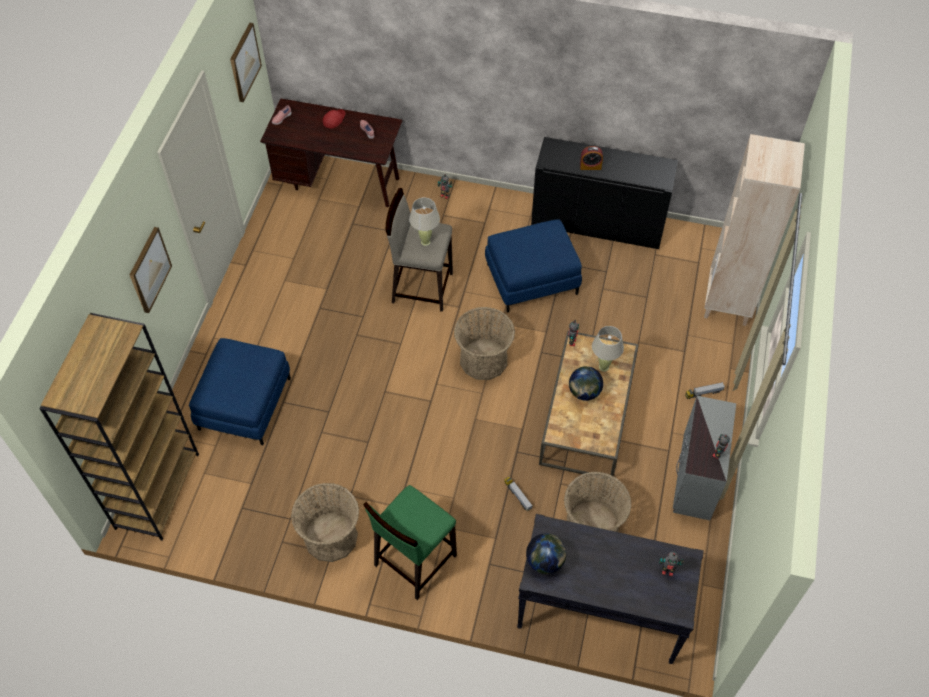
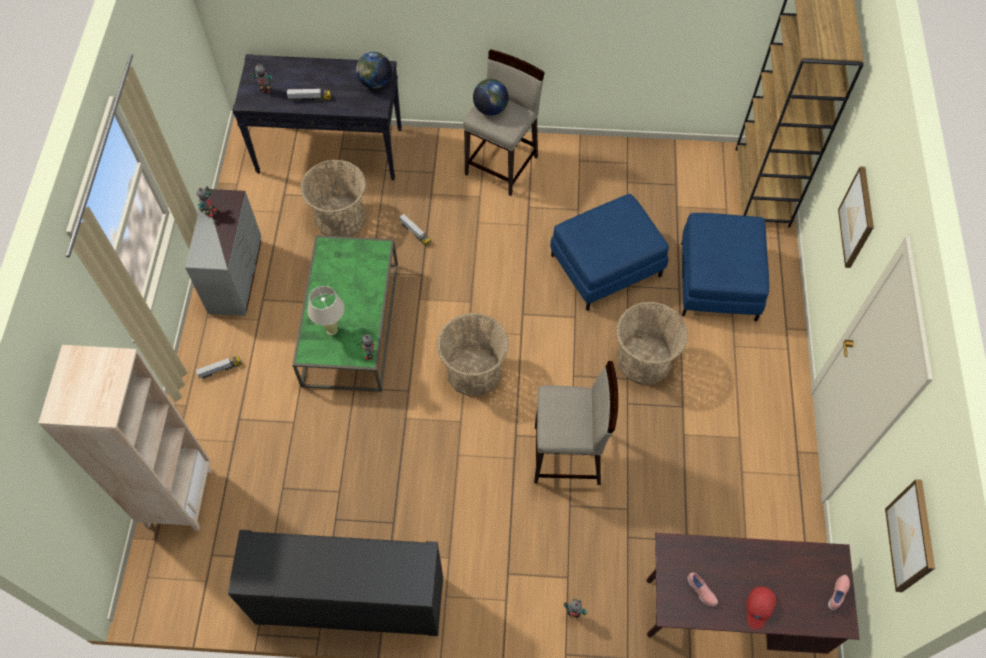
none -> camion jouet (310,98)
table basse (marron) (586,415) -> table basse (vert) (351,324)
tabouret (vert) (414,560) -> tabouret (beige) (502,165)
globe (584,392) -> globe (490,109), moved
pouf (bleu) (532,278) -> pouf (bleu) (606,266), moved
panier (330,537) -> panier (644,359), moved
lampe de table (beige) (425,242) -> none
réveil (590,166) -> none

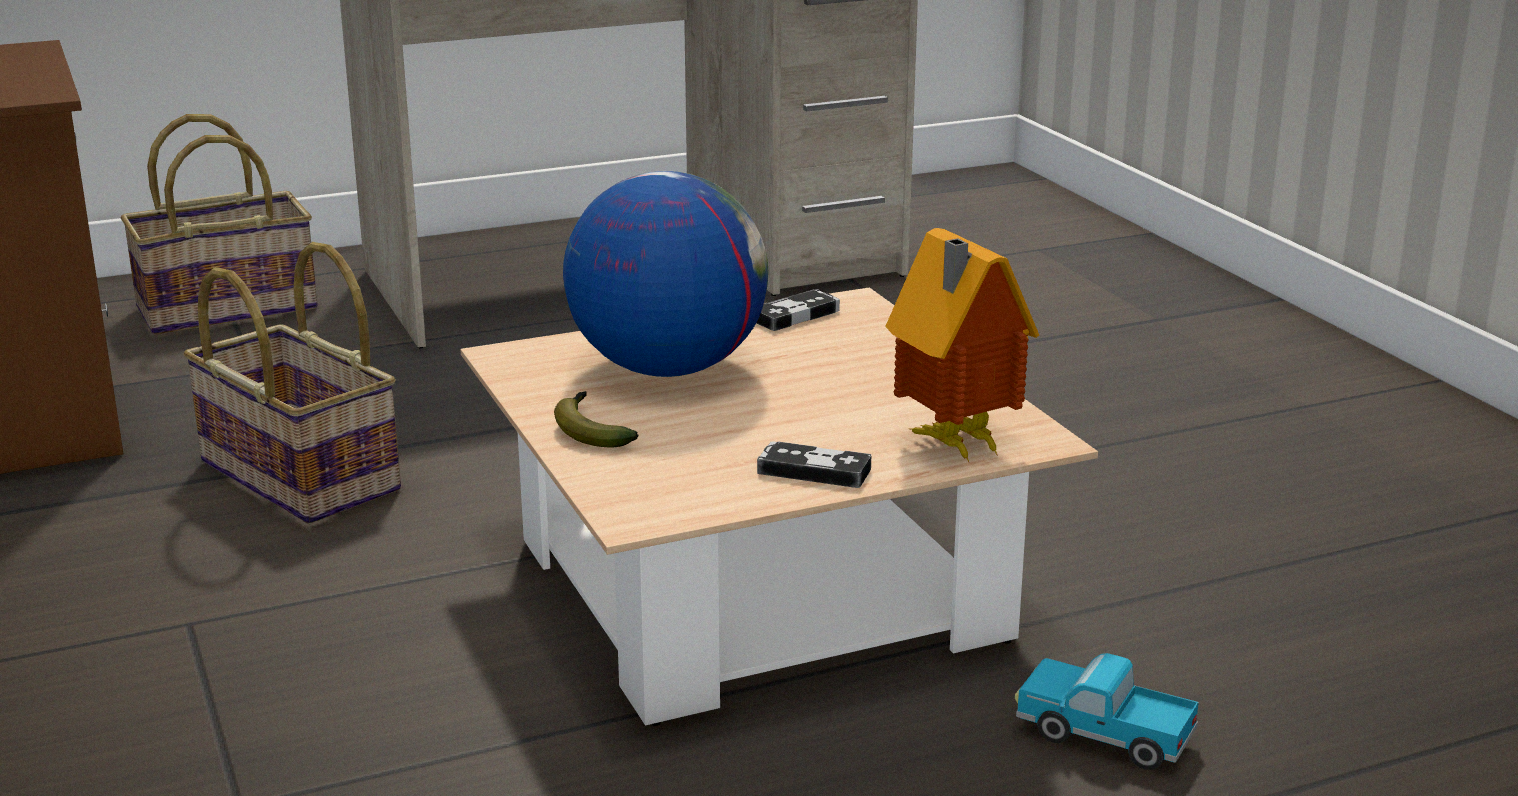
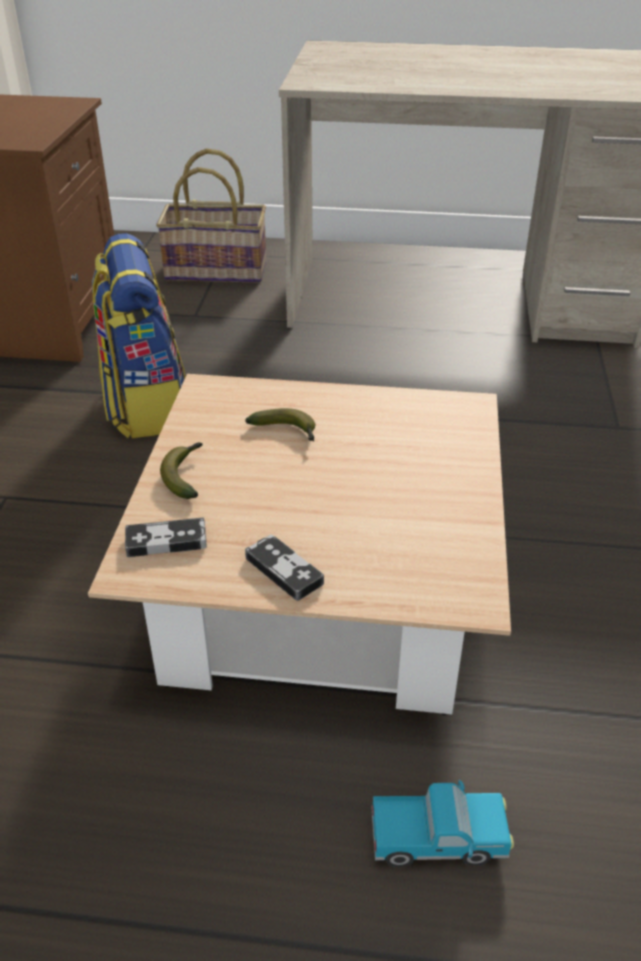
panier (296,476) -> sac à dos (146,406)
manette (795,315) -> manette (166,541), moved
globe (667,368) -> banane (287,432)
camion jouet (1102,736) -> camion jouet (438,840), 120 degrees clockwise
maison miniature (952,445) -> none

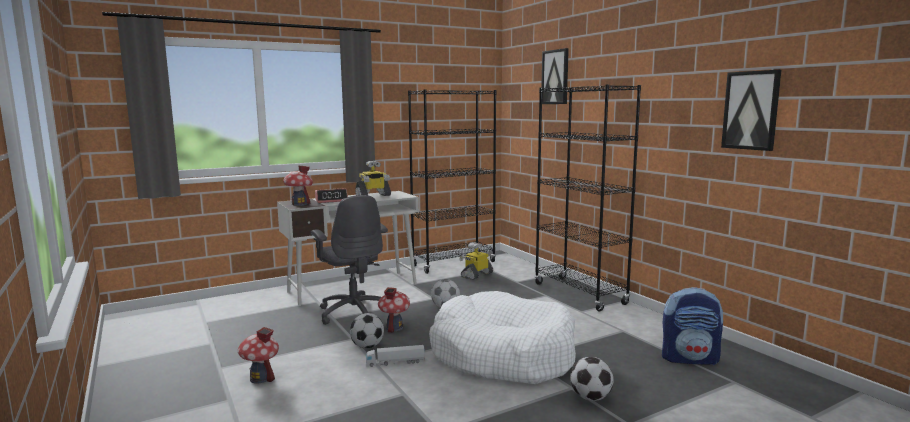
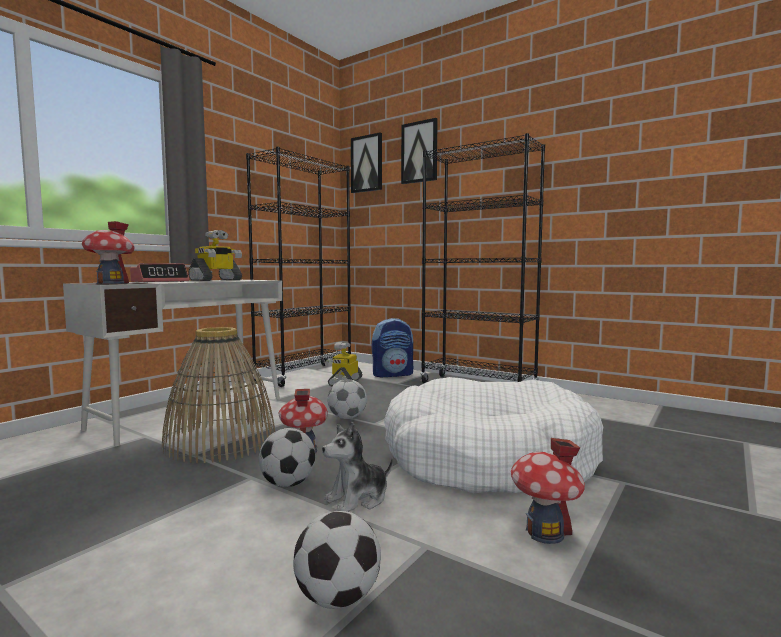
chaise de bureau (gris) (354,312) -> panier (220,441)
ballon de foot (590,397) -> ballon de foot (337,598), moved
camion jouet (395,362) -> peluche (358,499)
tableau (751,110) -> tableau (367,164), moved
sac à dos (689,358) -> sac à dos (392,374), moved
maison miniature (260,378) -> maison miniature (545,533), moved

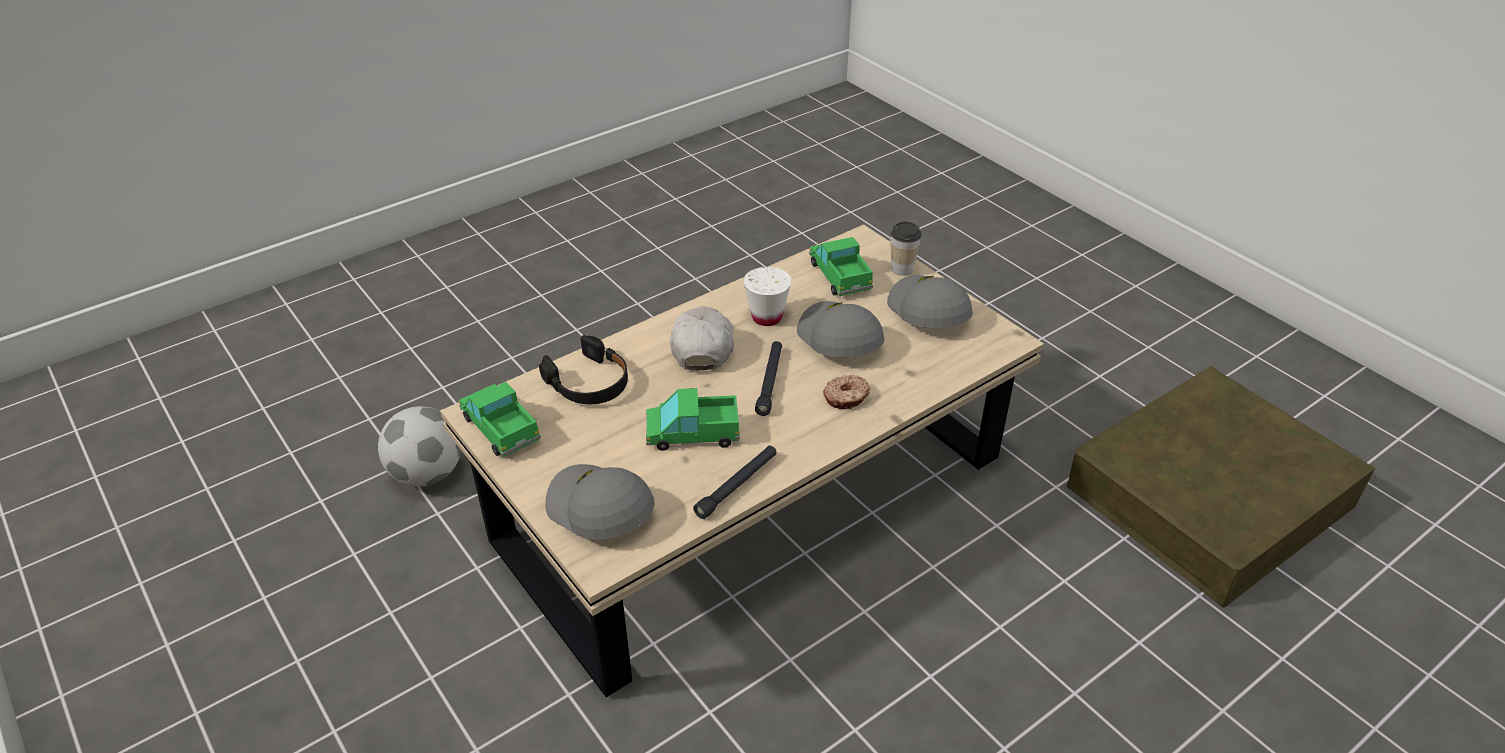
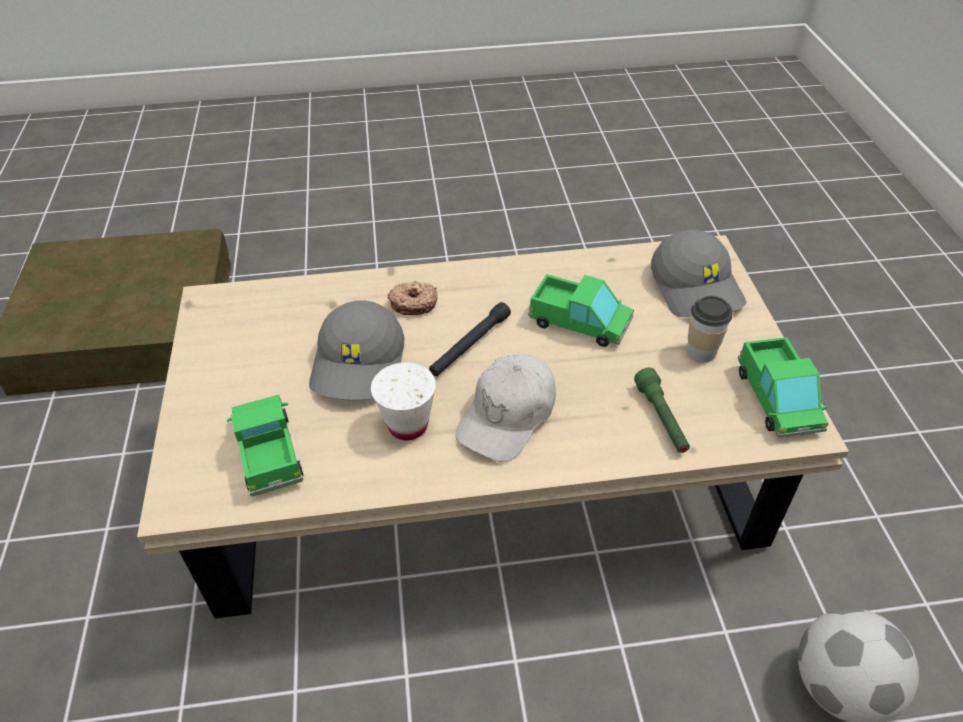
camion jouet (839,276) -> camion jouet (268,452), 150 degrees clockwise
casque audio (noir) (589,382) -> lampe de poche (vert) (661,419)
tasse (902,269) -> tasse (701,352), moved
lampe de poche (noir) (737,486) -> none
casquette (gris) (927,312) -> none

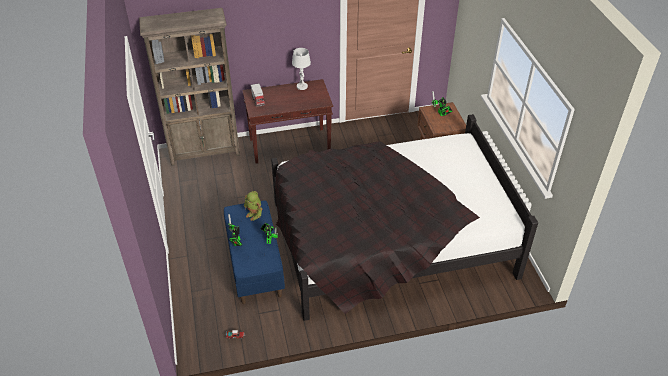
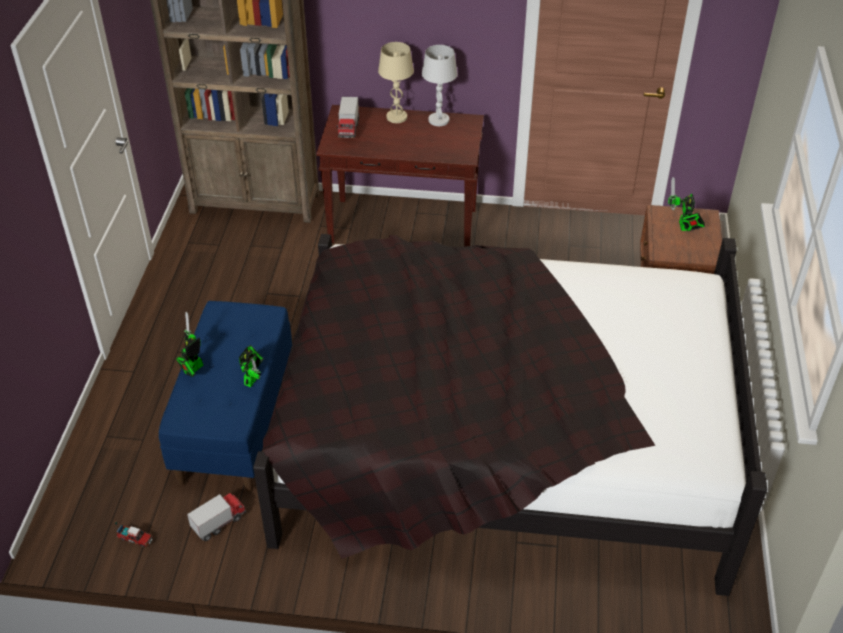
none -> camion jouet (219,523)
none -> lampe de table (beige) (396,117)
robot jouet (254,214) -> none

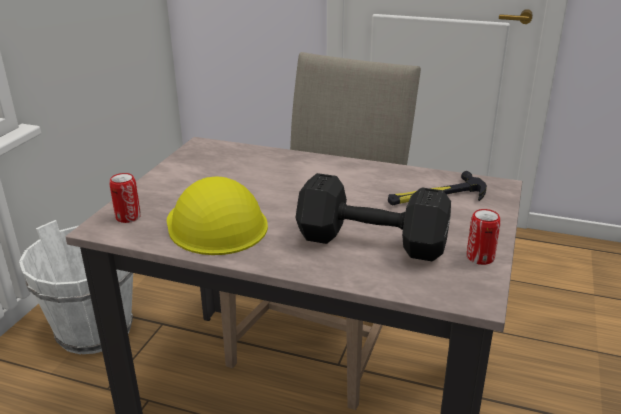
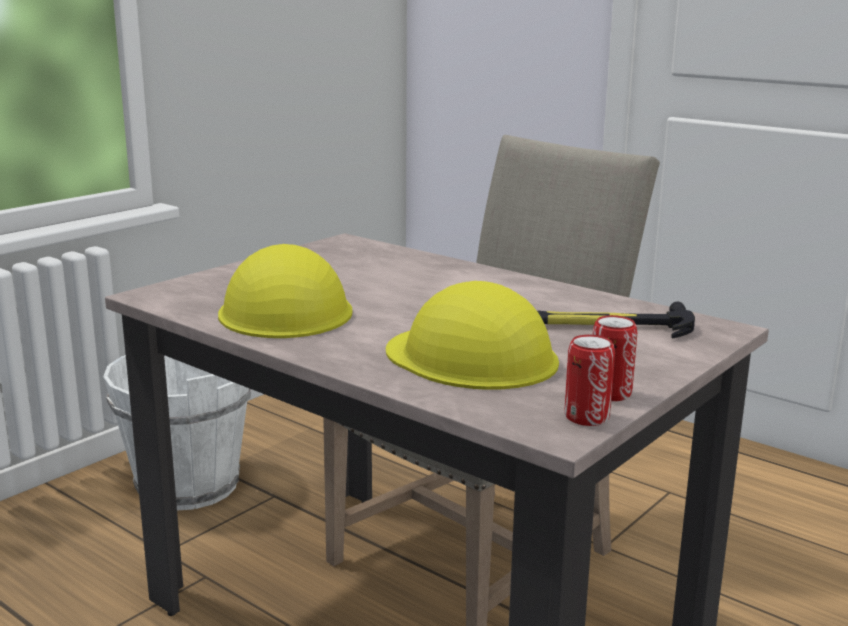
haltère (noir) (374,243) -> casque de chantier (jaune) (472,356)
boîte métallique (128,217) -> boîte métallique (586,417), moved

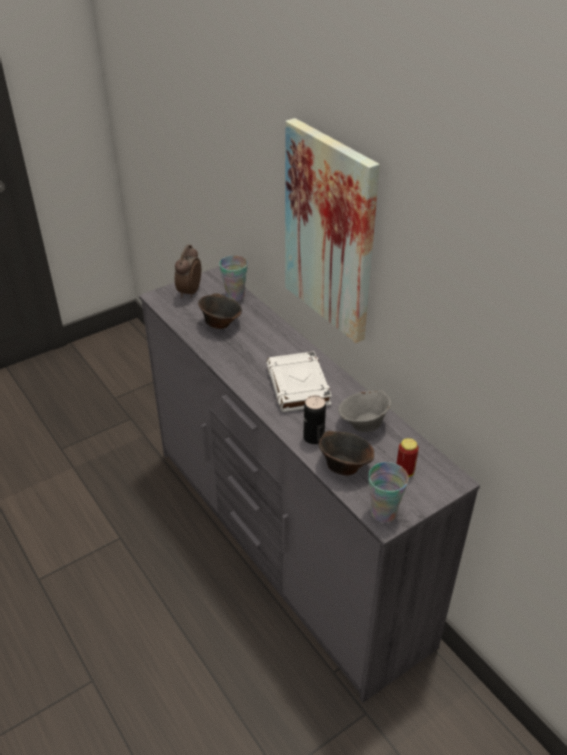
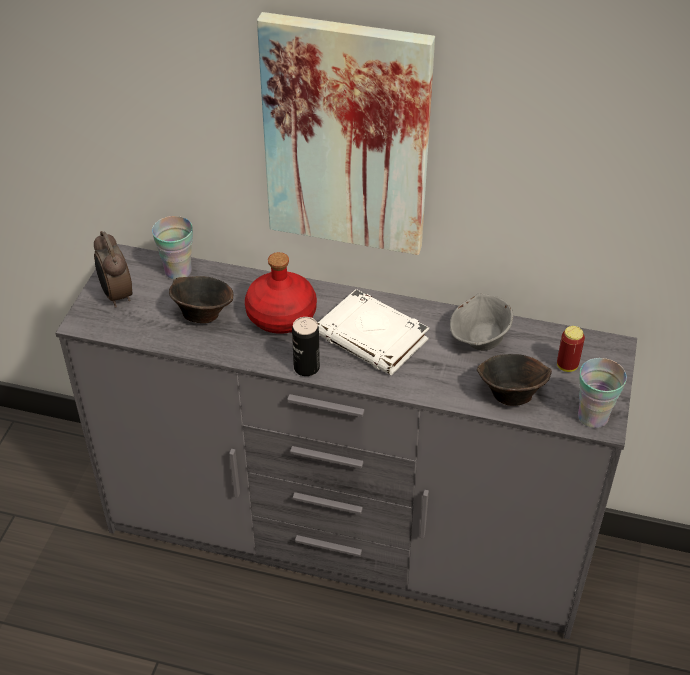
none -> bouteille (rouge) (281,315)
boîte métallique (313,437) -> boîte métallique (306,368), moved

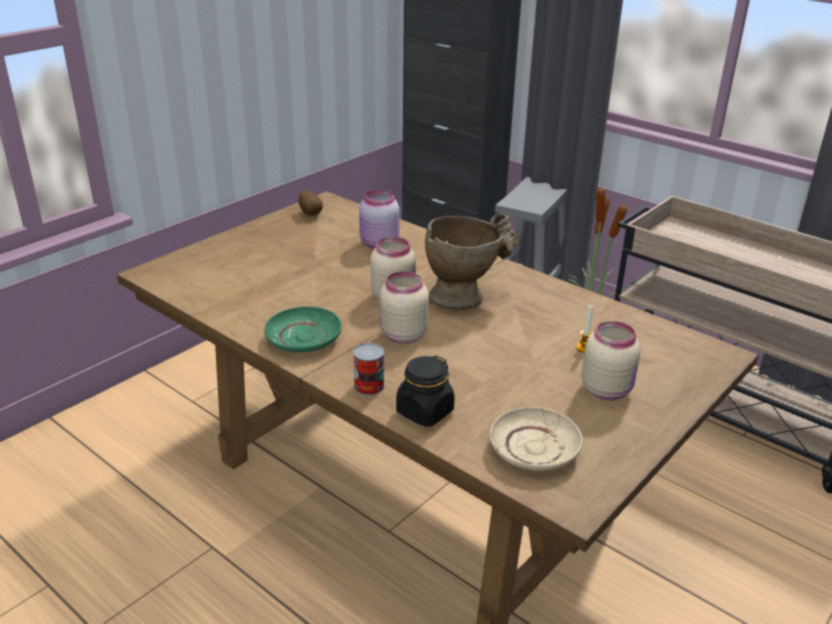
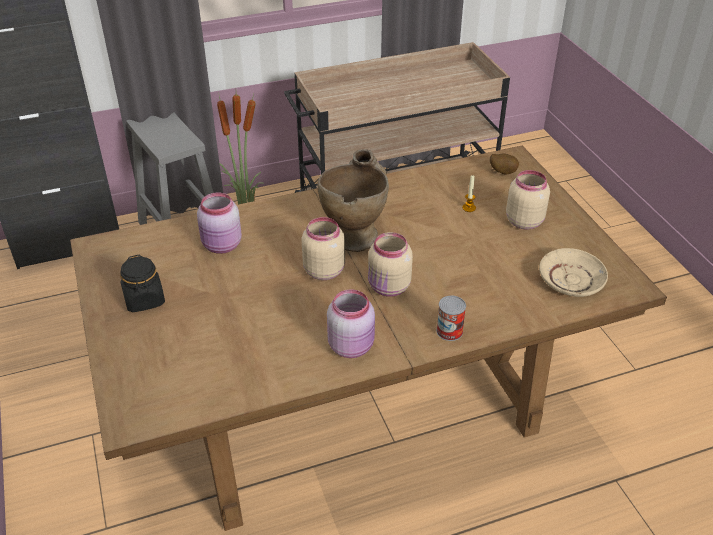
bocal (noir) (424,412) -> bocal (noir) (144,300), moved
assiette (vert) (304,339) -> bocal (rose) (352,345)
pomme de terre (311,213) -> pomme de terre (502,172), moved

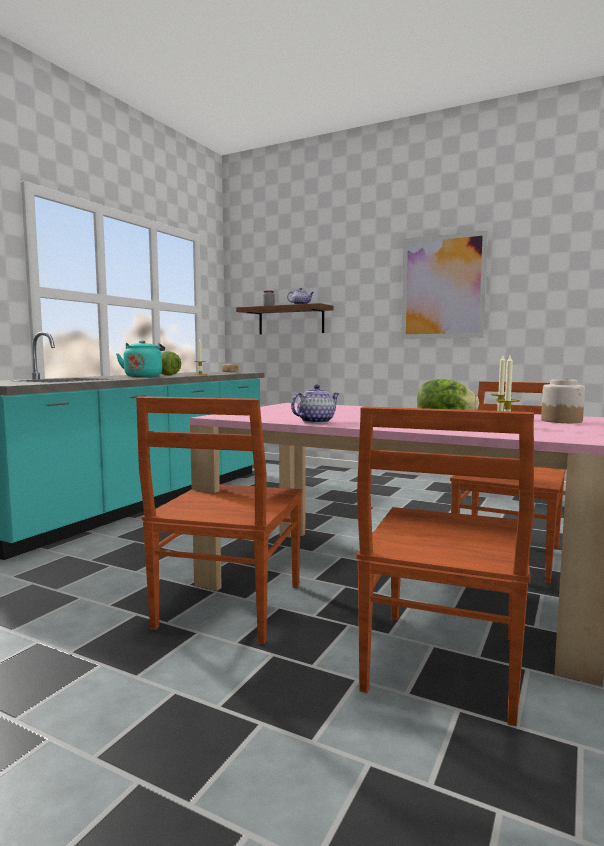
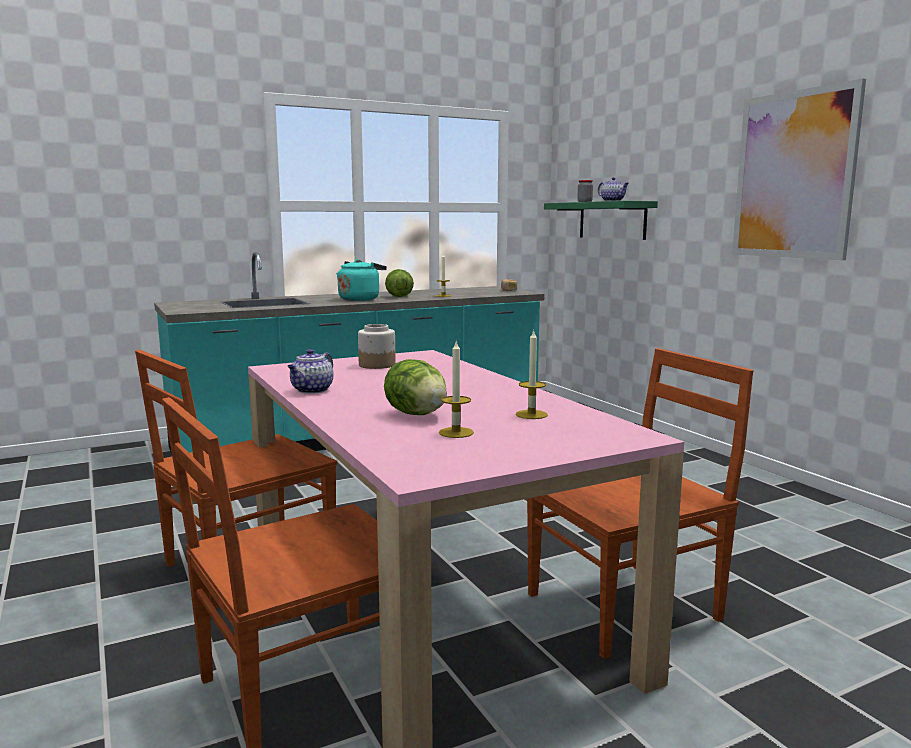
théière (316,421) -> théière (312,390), 120 degrees clockwise
bocal (561,421) -> bocal (377,365), moved
étagère (marron) (291,320) -> étagère (vert) (612,220)

